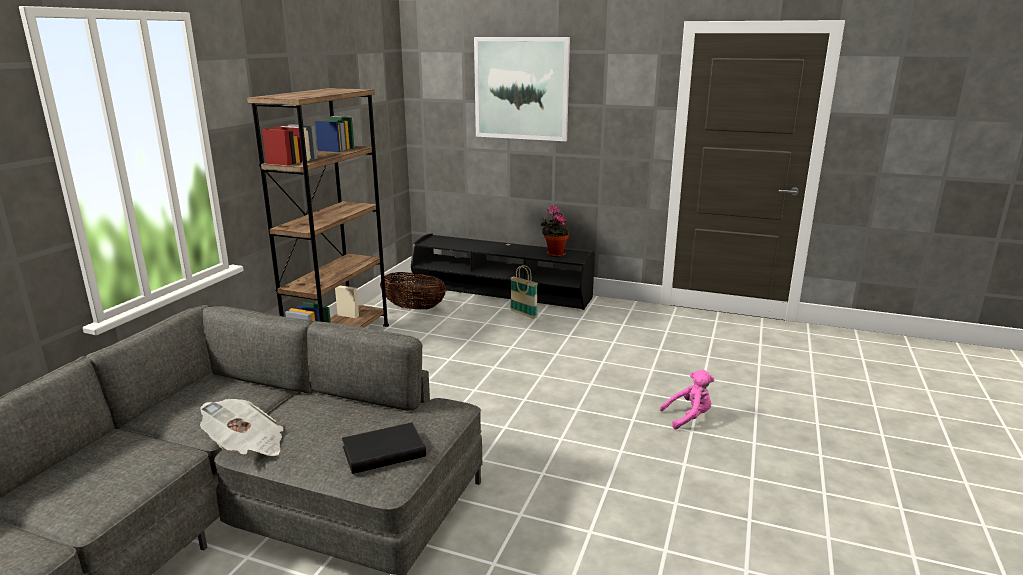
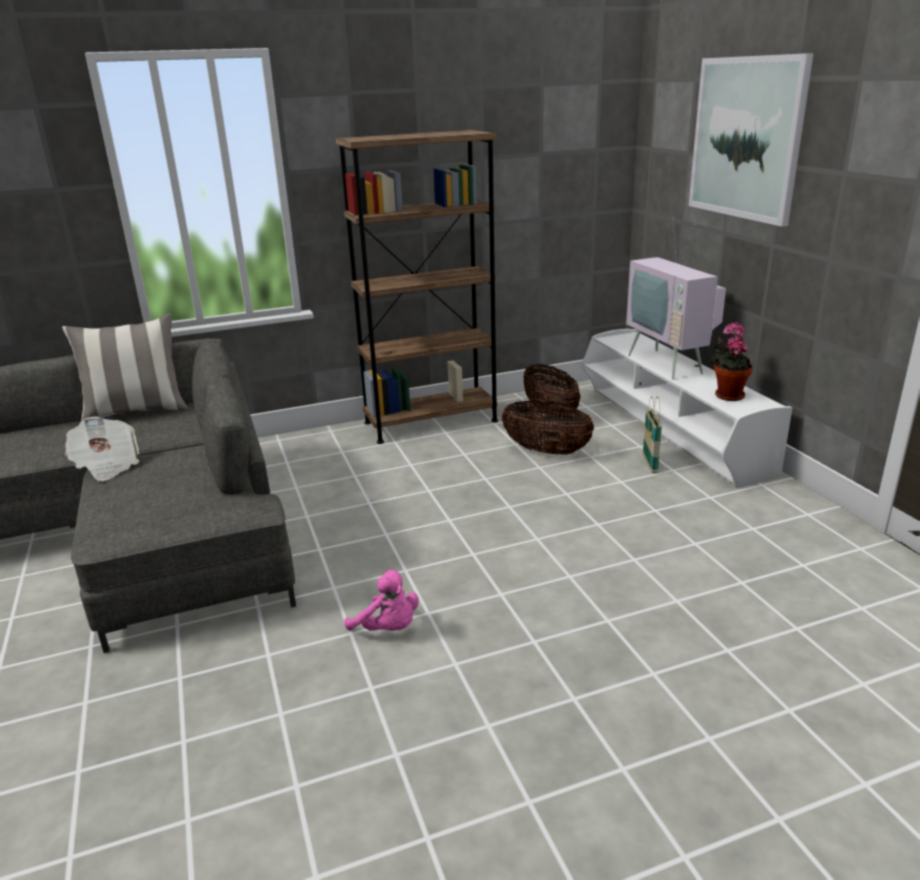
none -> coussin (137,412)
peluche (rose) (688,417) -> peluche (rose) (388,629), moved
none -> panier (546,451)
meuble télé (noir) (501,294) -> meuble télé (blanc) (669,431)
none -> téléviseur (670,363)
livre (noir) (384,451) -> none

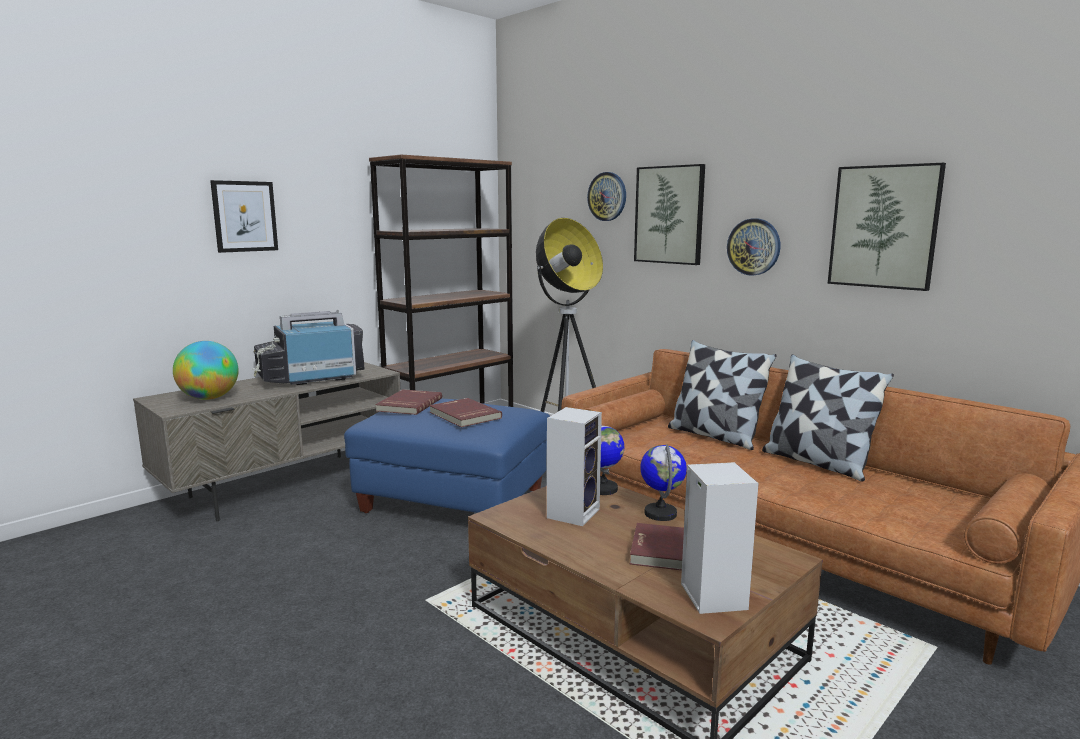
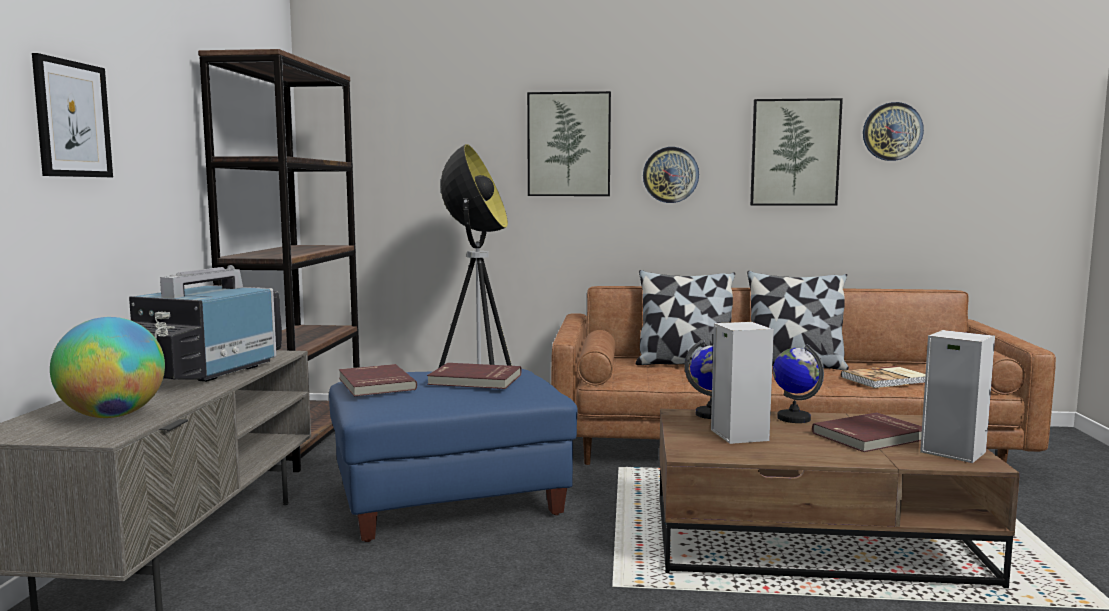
none -> livre (886,380)
horloge murale (607,196) -> horloge murale (892,131), moved

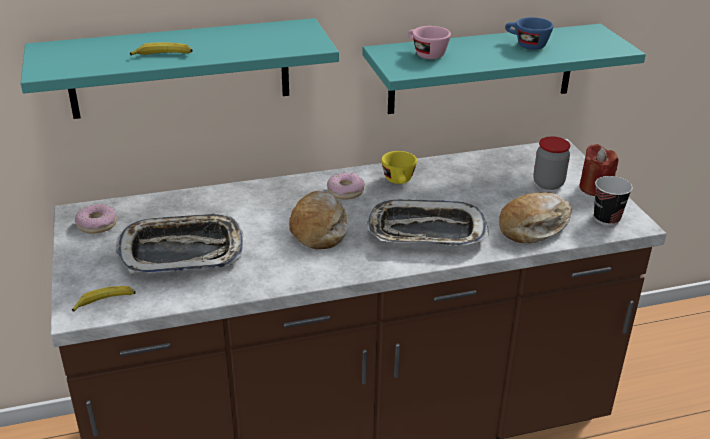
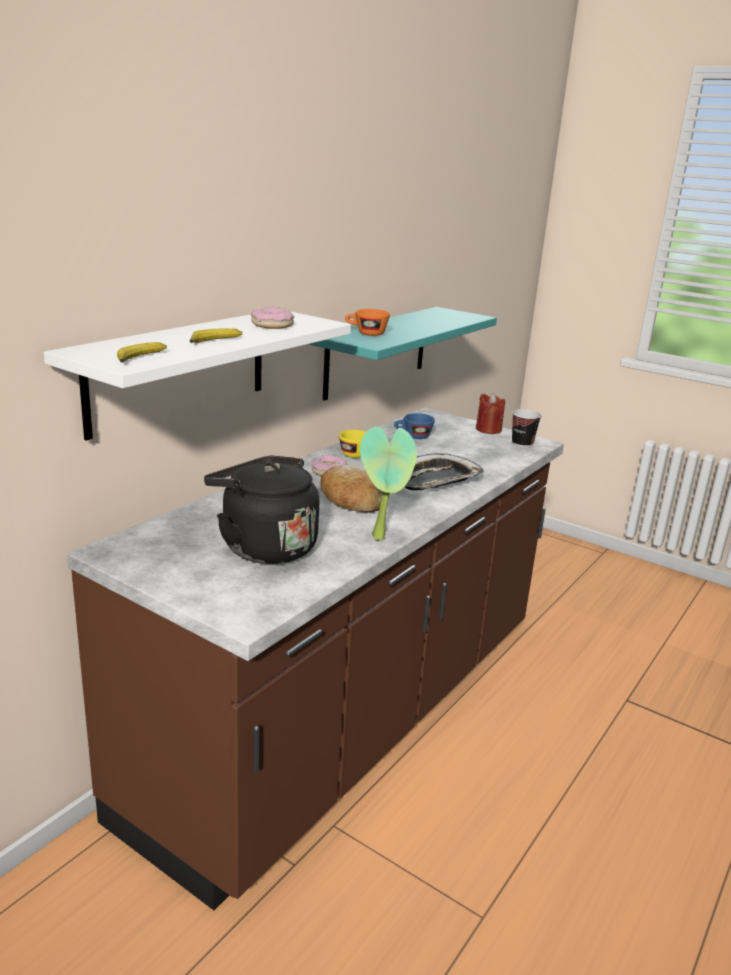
étagère (turquoise) (180,68) -> étagère (blanc) (180,370)
banane (104,302) -> banane (140,358), moved
plateau (182,251) -> bouilloire (noir) (264,546)
beignet (97,224) -> beignet (272,325), moved
tasse (rose) (425,54) -> tasse (orange) (366,333)
none -> plante en pot (382,537)
tasse (bleu) (526,45) -> tasse (bleu) (413,436), moved
pain (534,226) -> none
bocal (548,183) -> none

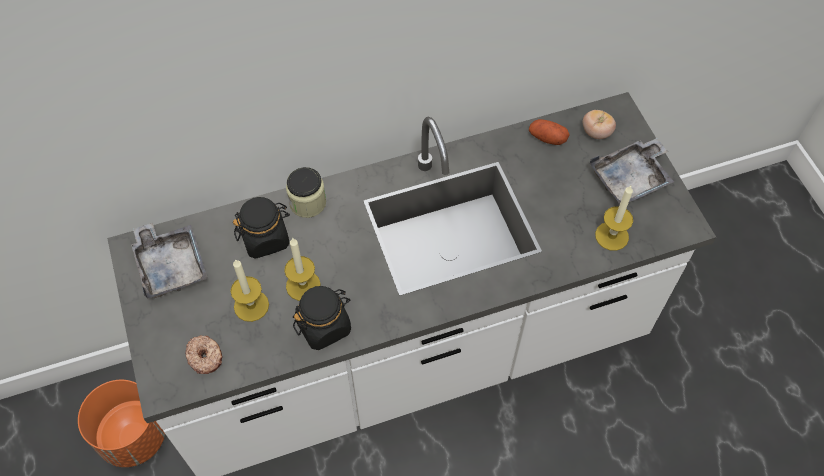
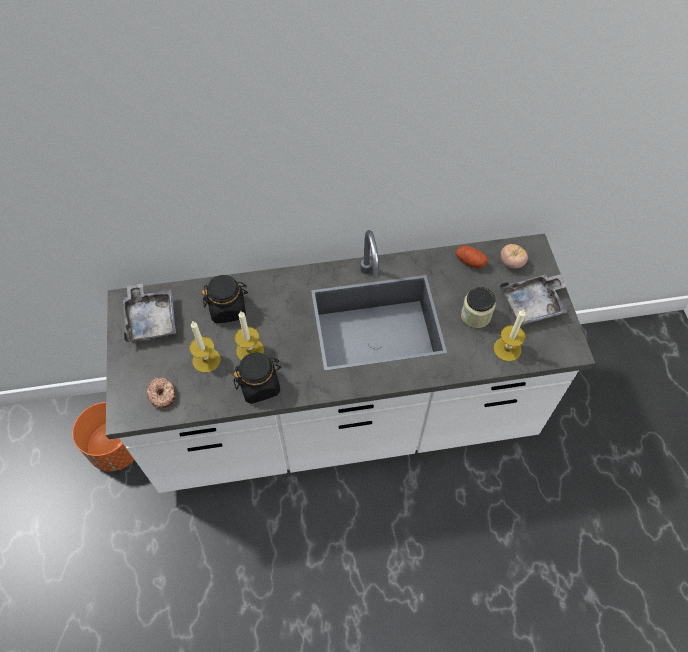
bocal (307,203) -> bocal (475,315), moved

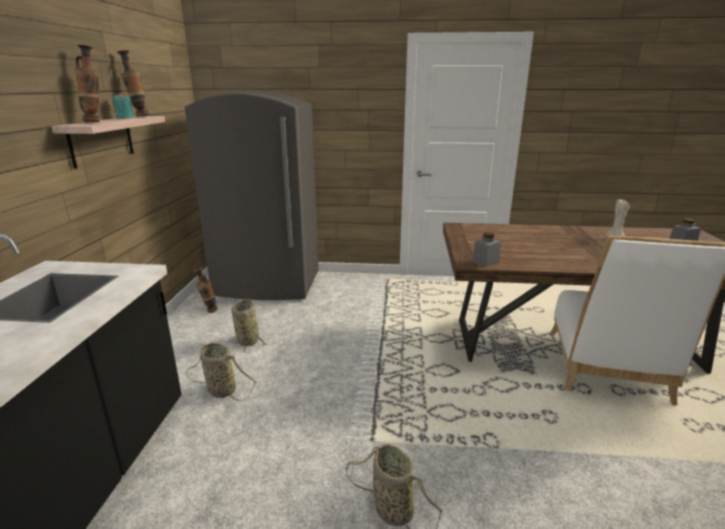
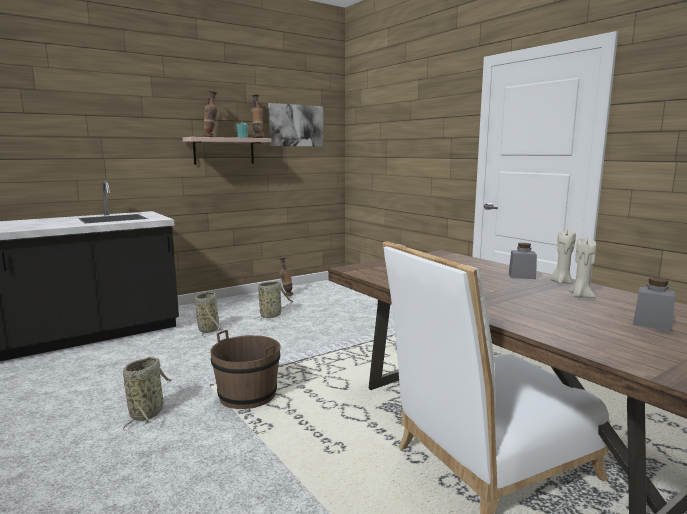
none -> seau (marron) (247,395)
none -> tableau (296,125)
bocal (gris) (485,262) -> bocal (gris) (521,276), moved
none -> bougie (beige) (561,282)
réfrigérateur (gris) (268,284) -> none

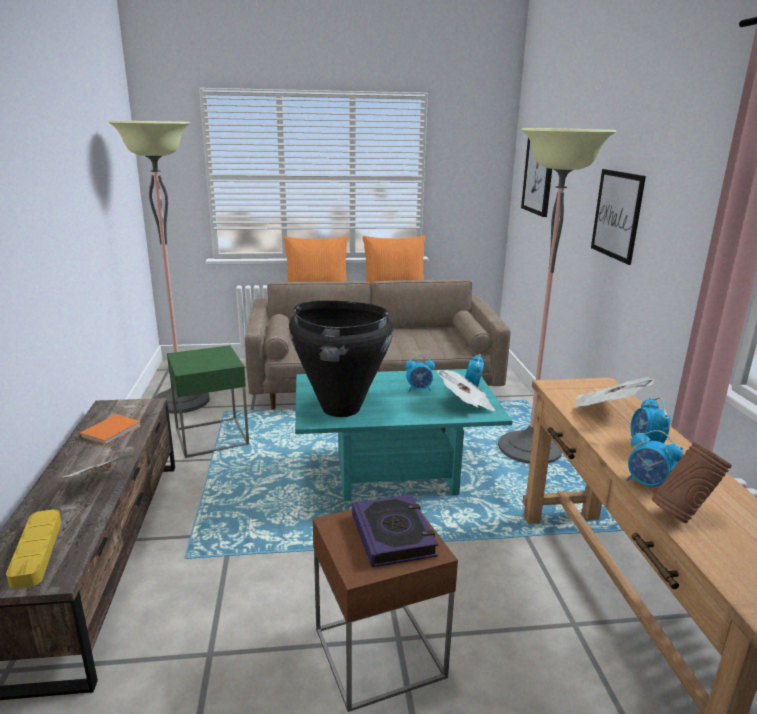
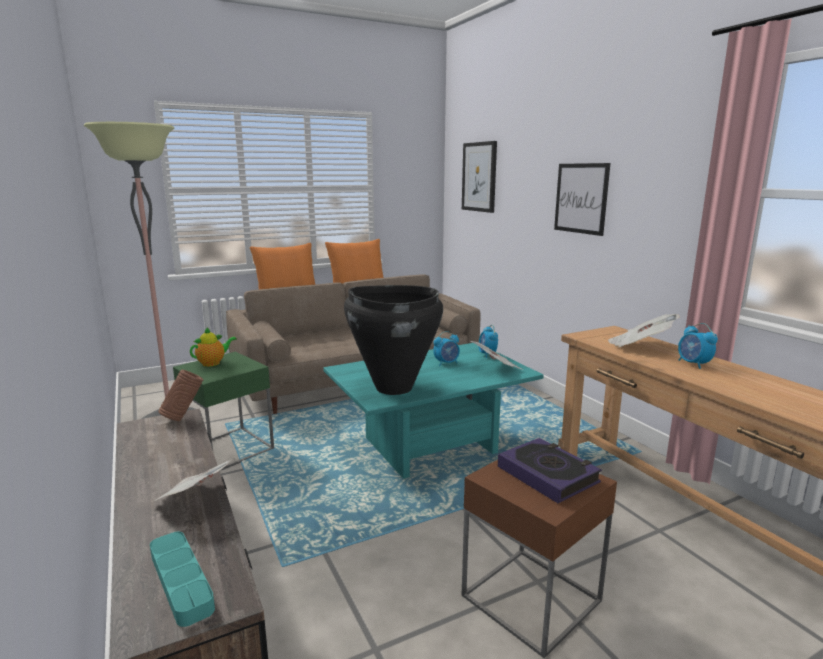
plateau (jaune) (37,551) -> plateau (turquoise) (181,581)
vase (marron) (682,515) -> vase (marron) (183,418), moved
none -> théière (213,363)
livre (orange) (113,431) -> none
lampadaire (529,448) -> none
réveil (647,484) -> none

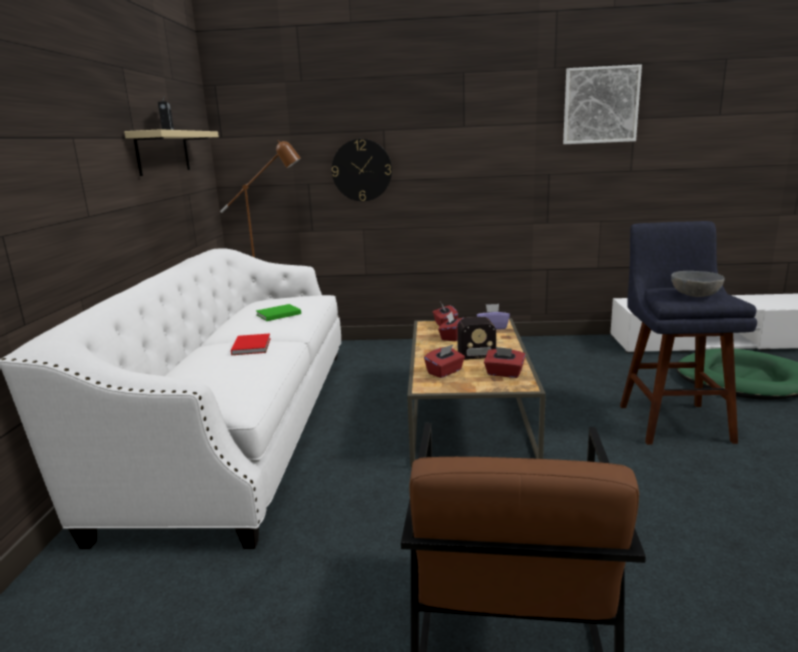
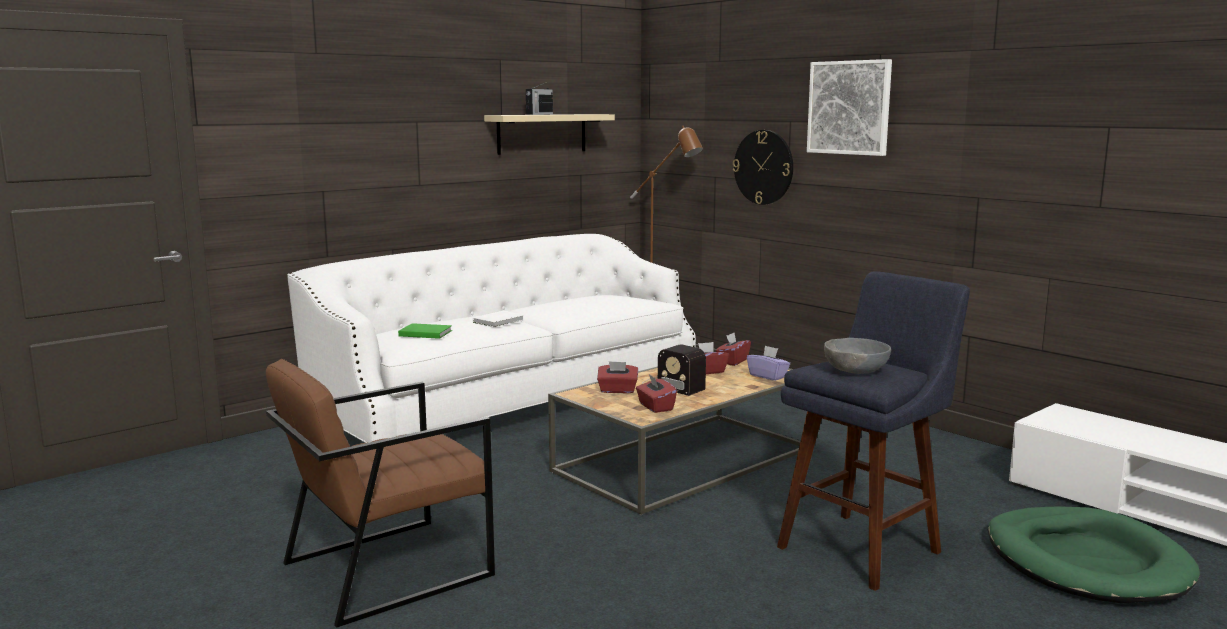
livre (vert) (277,314) -> livre (vert) (424,333), moved
livre (rouge) (252,346) -> livre (blanc) (500,321)
tableau (600,105) -> tableau (849,107), moved

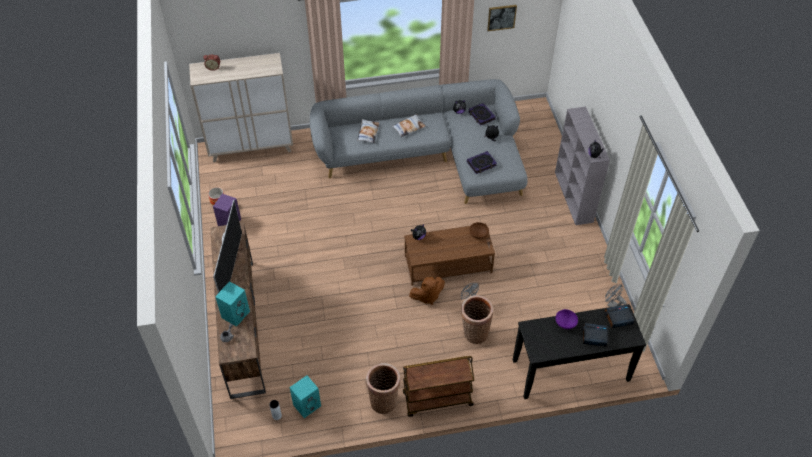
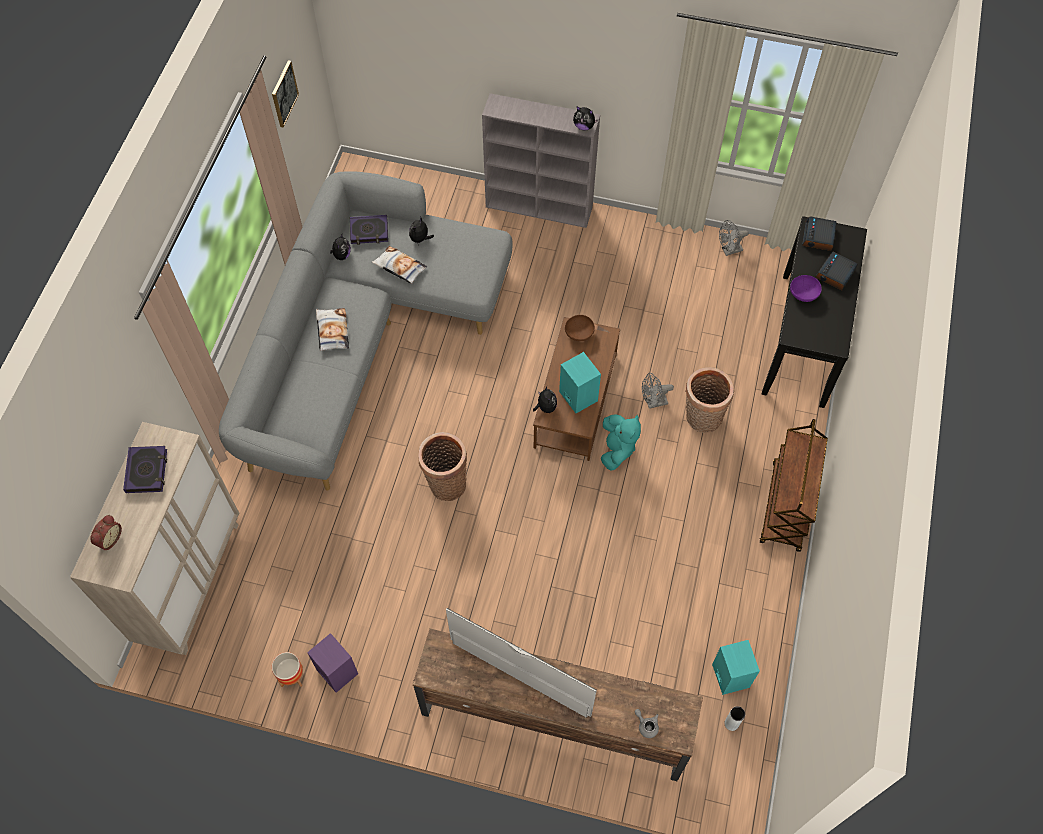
livre (481,164) -> livre (147,471), moved
coussin (368,133) -> coussin (399,267), moved
panier (383,400) -> panier (445,483), moved
enceinte (turquoise) (235,314) -> enceinte (turquoise) (577,396), moved
peluche (marron) (427,296) -> peluche (turquoise) (617,449)

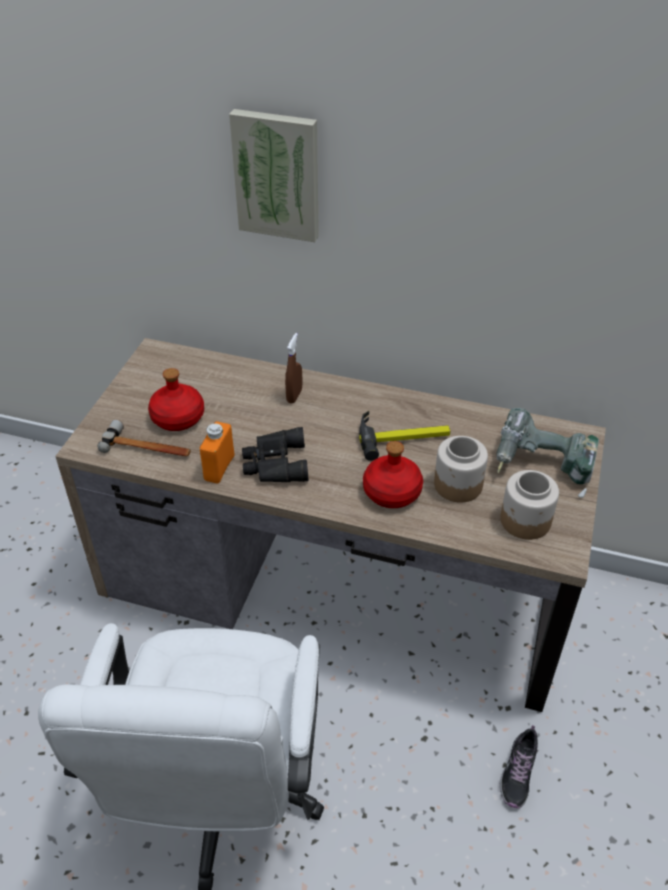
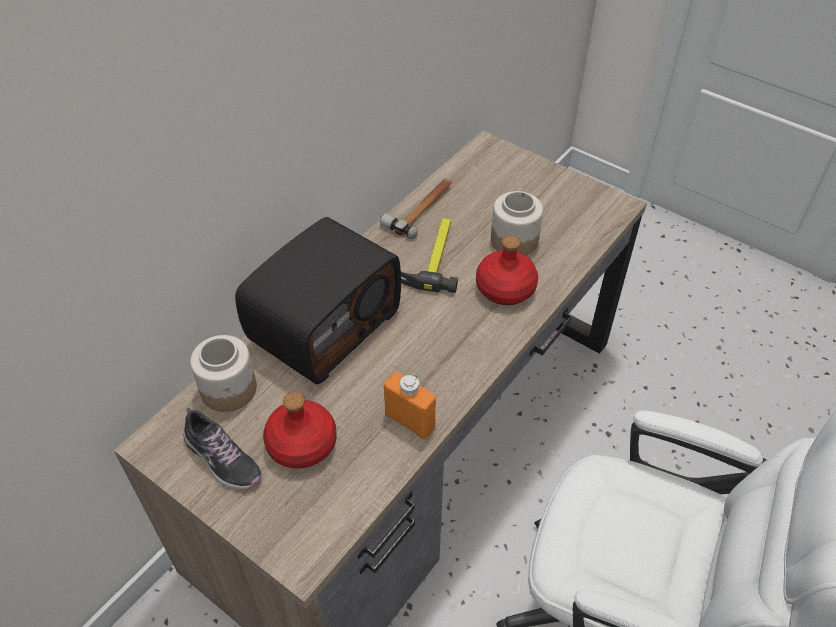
chaussure (518,772) -> chaussure (222,459), moved
bocal (525,521) -> bocal (229,389), moved
vaporisateur (marron) (294,396) -> radio (324,324)
marteau (147,448) -> marteau (421,209), moved
tableau (277,175) -> none
jumelles (noir) (274,463) -> none
perceuse (541,468) -> none

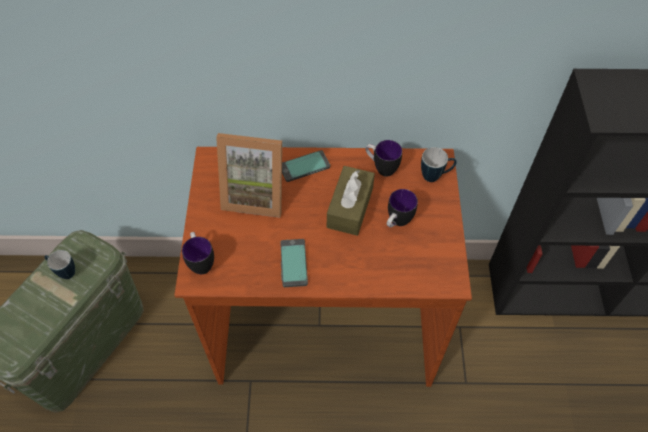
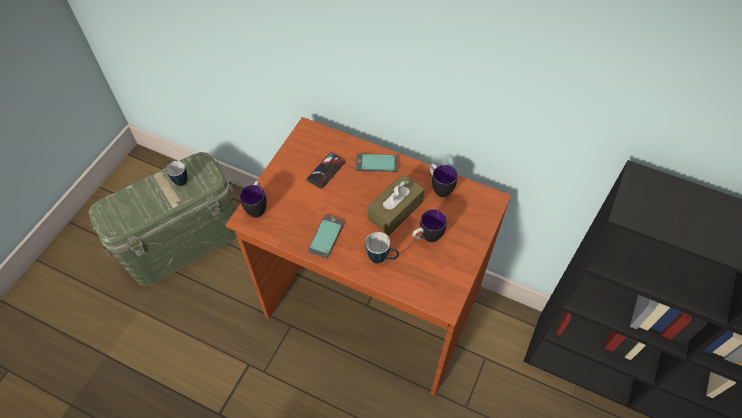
cadre photo (255,194) -> téléphone (326,170)
mug (435,176) -> mug (382,259), moved

